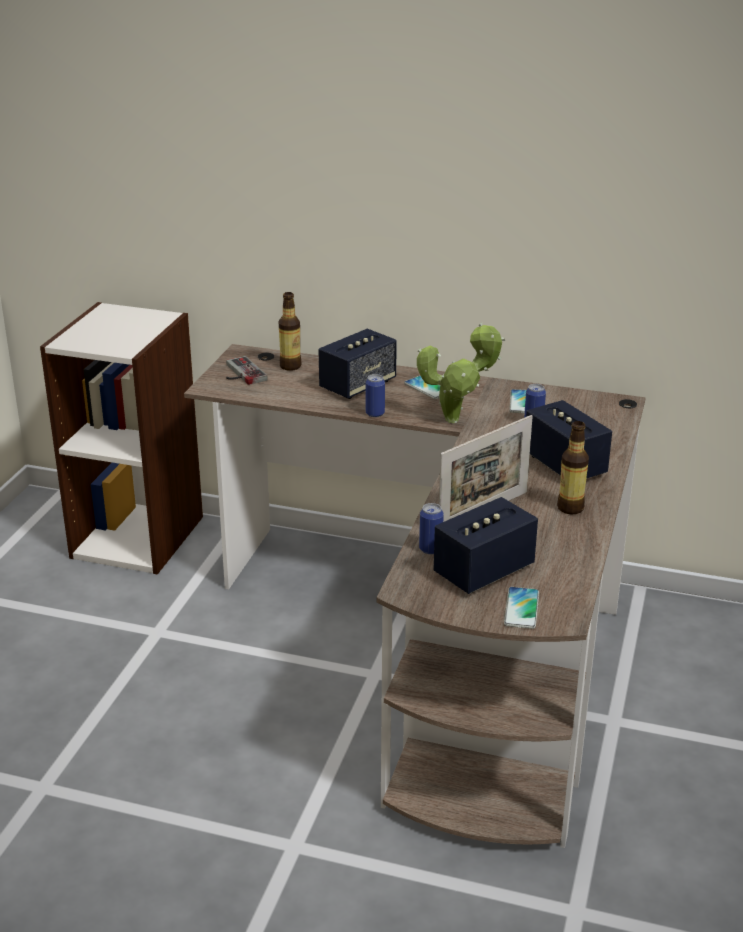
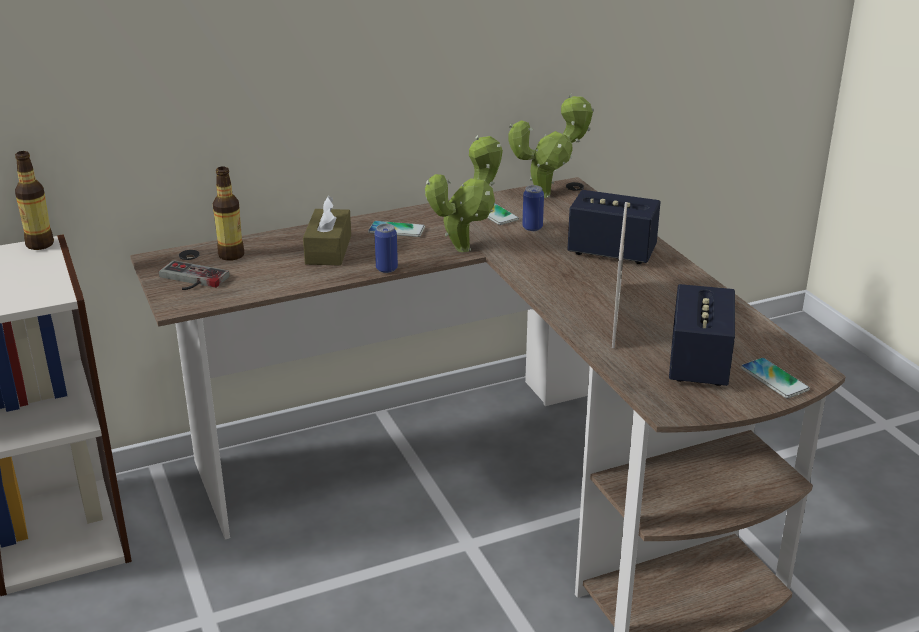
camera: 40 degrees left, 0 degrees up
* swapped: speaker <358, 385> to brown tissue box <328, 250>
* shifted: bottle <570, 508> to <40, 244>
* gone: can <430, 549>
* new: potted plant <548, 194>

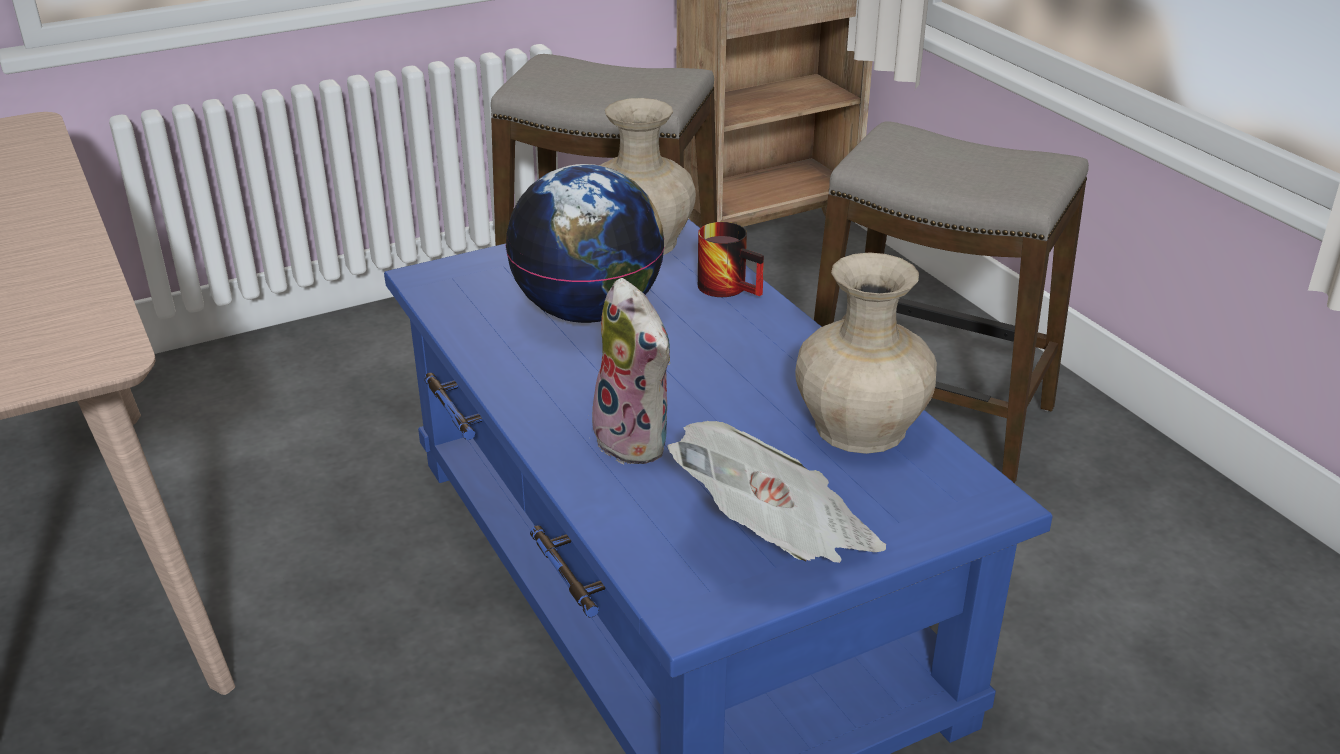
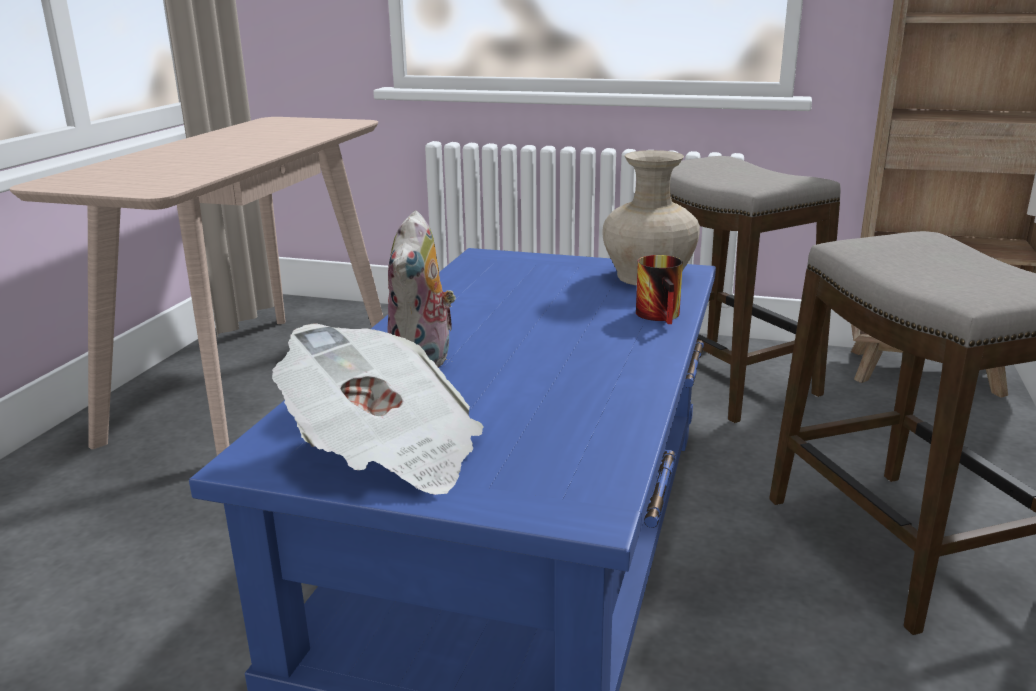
camera: 45 degrees right, 10 degrees down
* gone: globe <589, 312>
* gone: beige vase <862, 427>

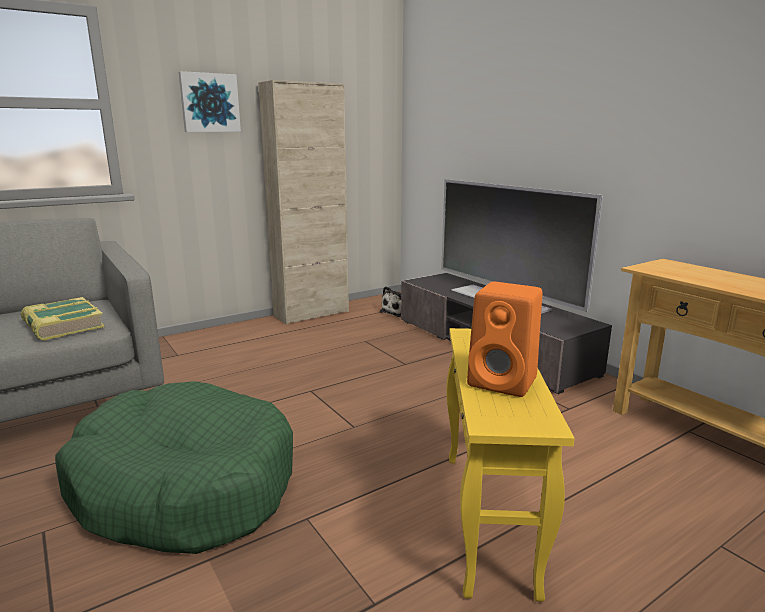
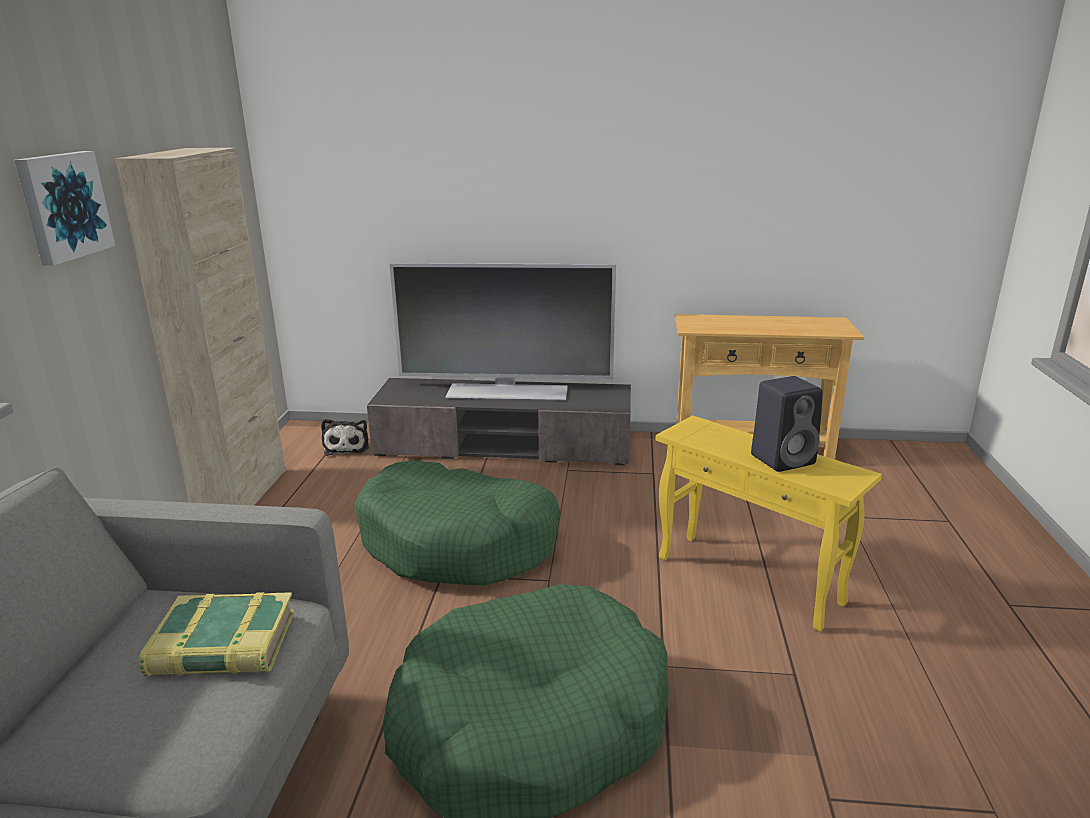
camera: 50 degrees left, 5 degrees up
* repainted: orange speaker <504, 382> to black speaker <784, 459>
* new: green dog bed <459, 543>

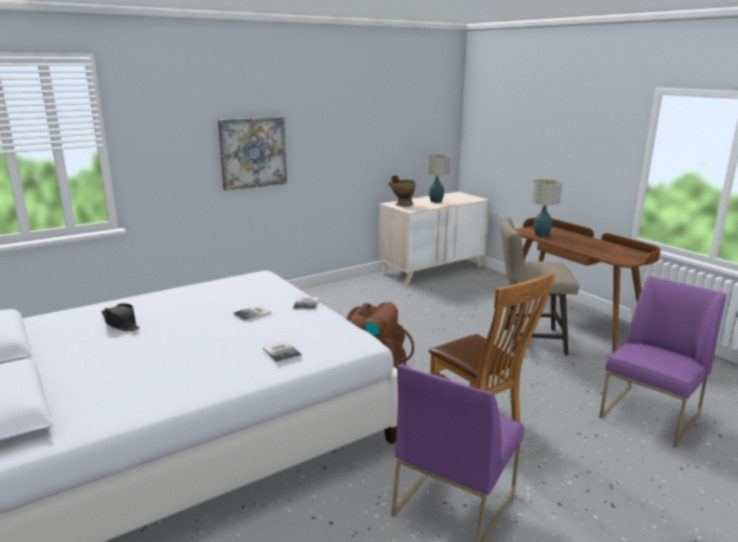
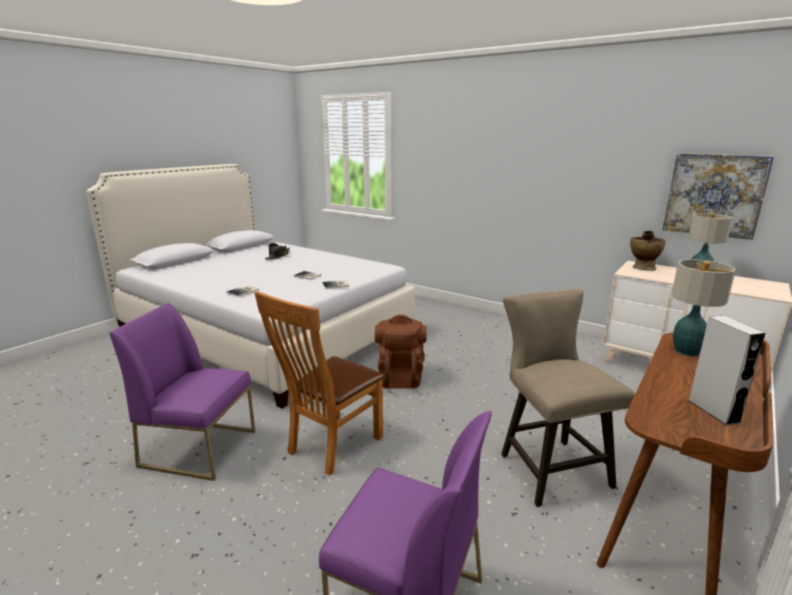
camera: 70 degrees right, 0 degrees up
* shifted: picture <253, 152> to <714, 195>
* new: grey speaker <713, 411>

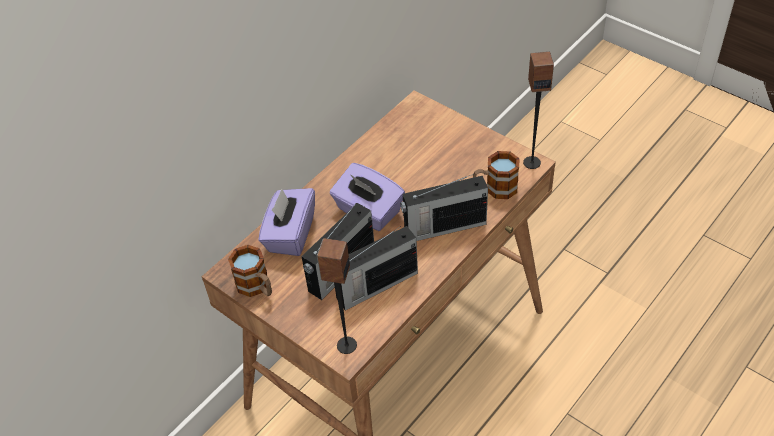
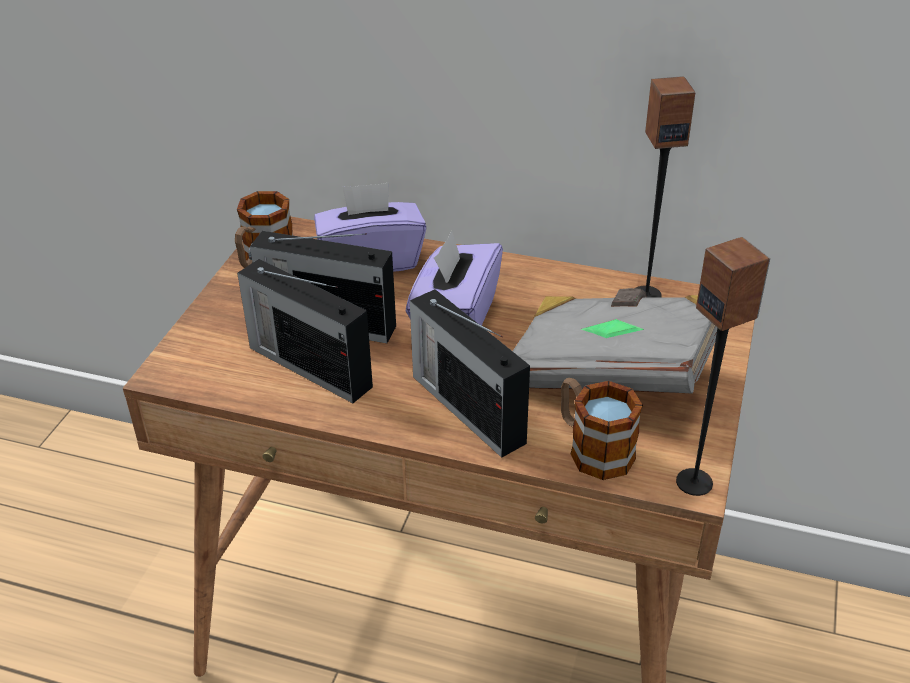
camera: 65 degrees right, 10 degrees down
* shifted: speaker <346, 345> to <646, 295>
* new: grey book <610, 373>

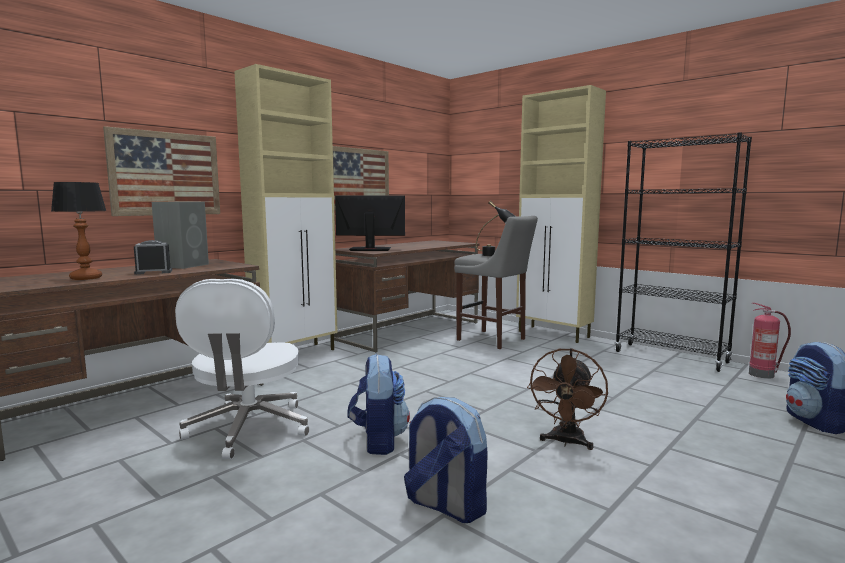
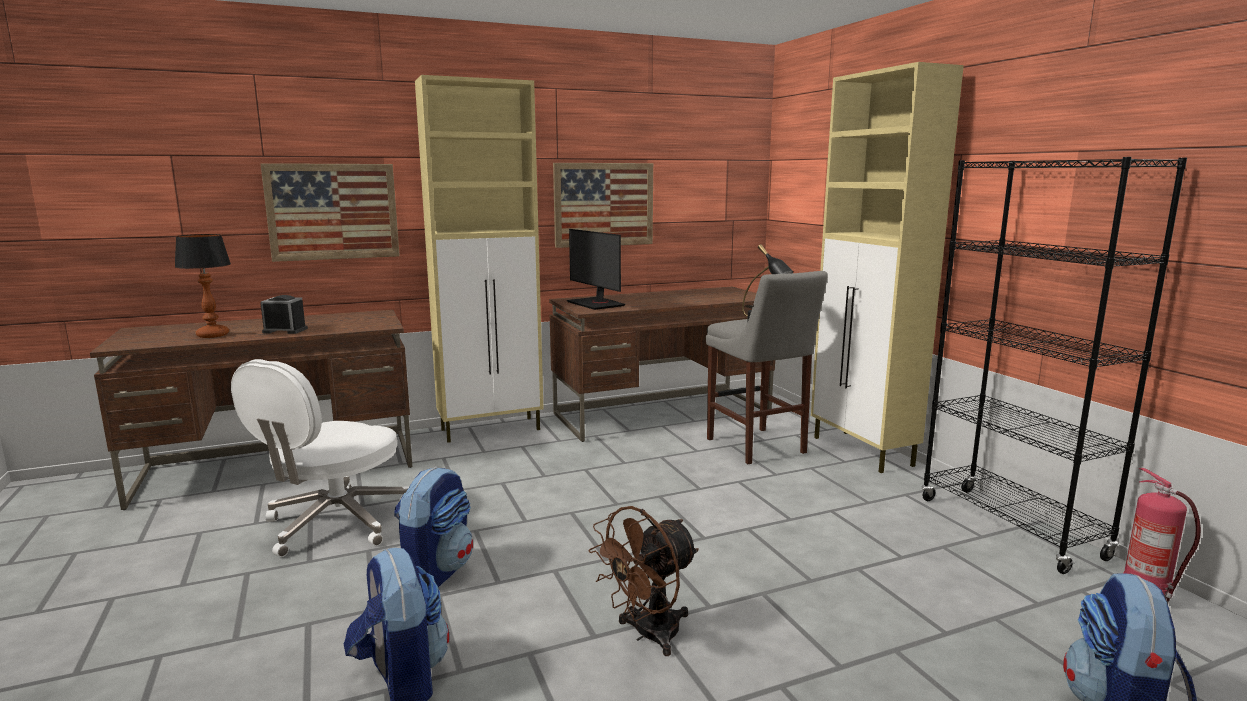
camera: 25 degrees right, 5 degrees up
* rotated: monitor <370, 249> = <596, 304> 150 degrees counterclockwise
* gone: grey speaker <184, 265>

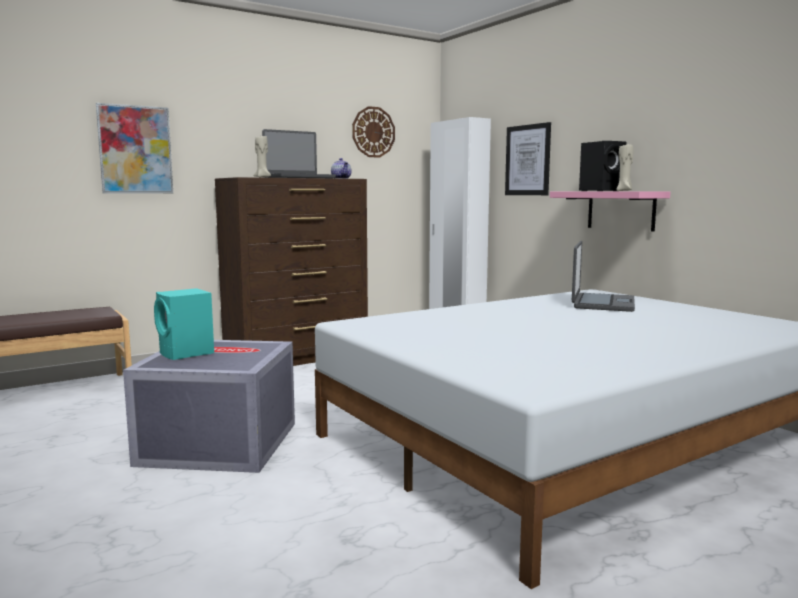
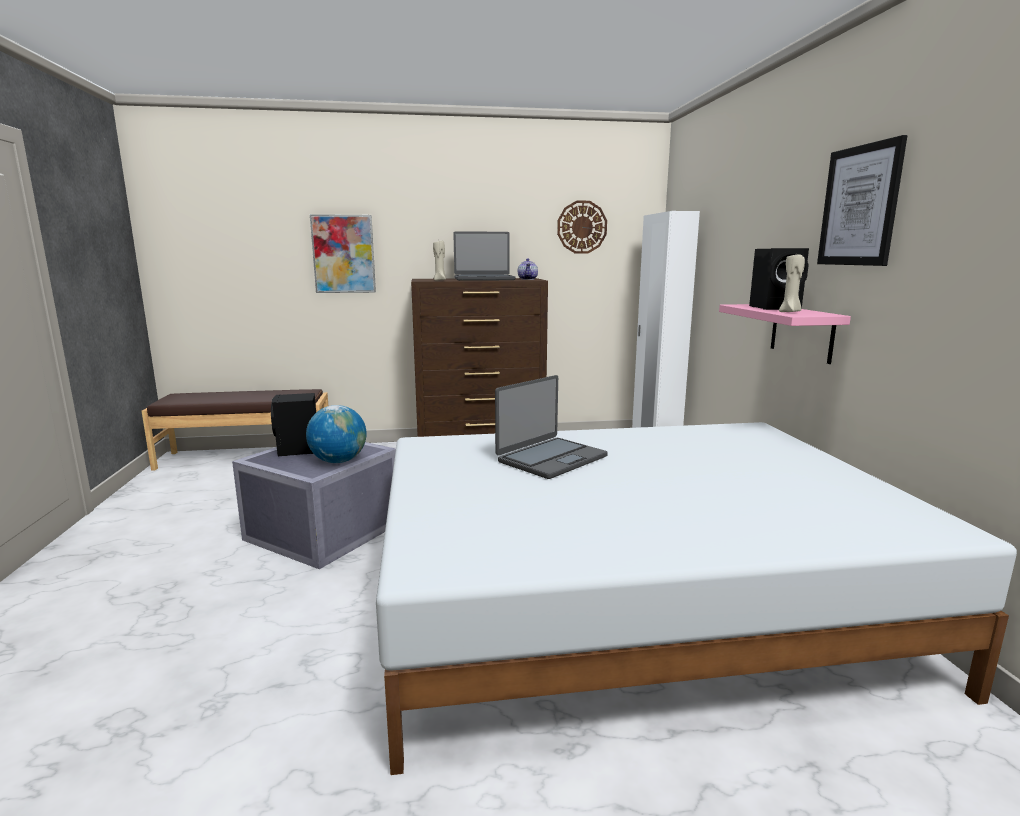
camera: 25 degrees right, 5 degrees up
* shifted: picture <528, 160> to <859, 206>
* shifted: laptop <602, 303> to <551, 459>
* repainted: turquoise speaker <186, 353> to black speaker <298, 450>
* new: globe <338, 461>

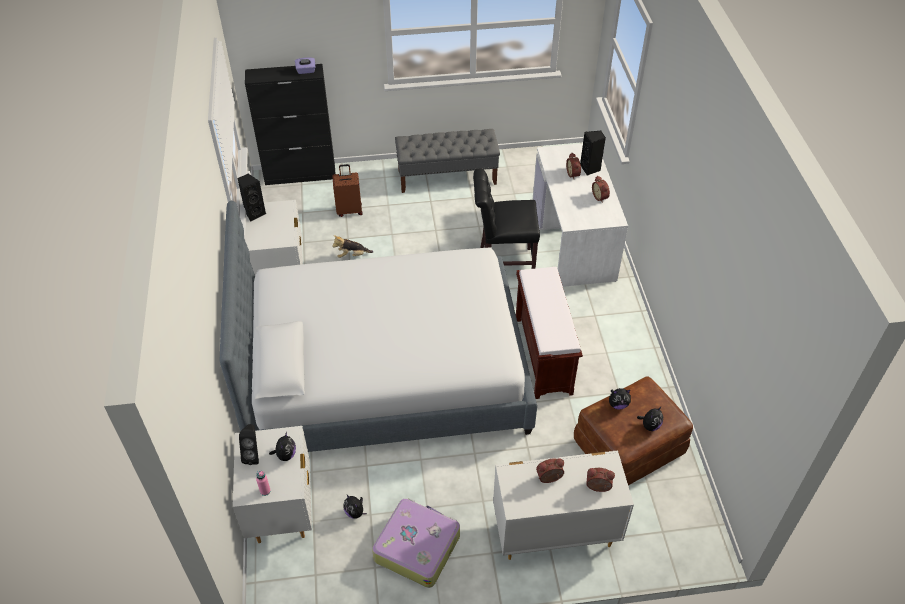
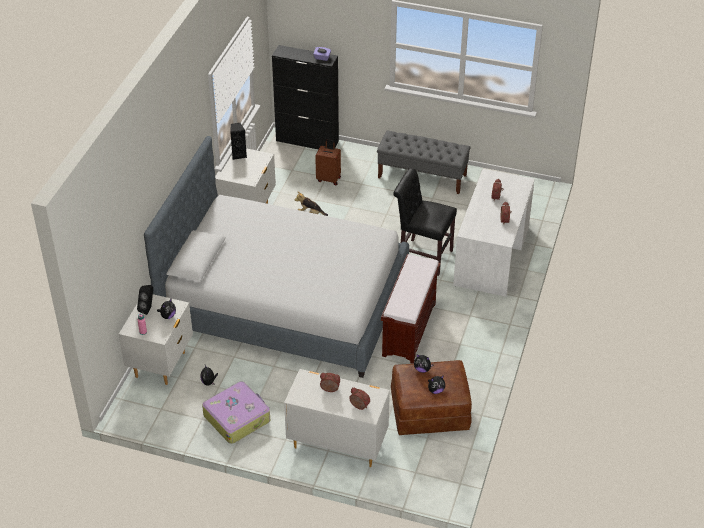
camera: 25 degrees right, 5 degrees down
* gone: black speaker <590, 169>

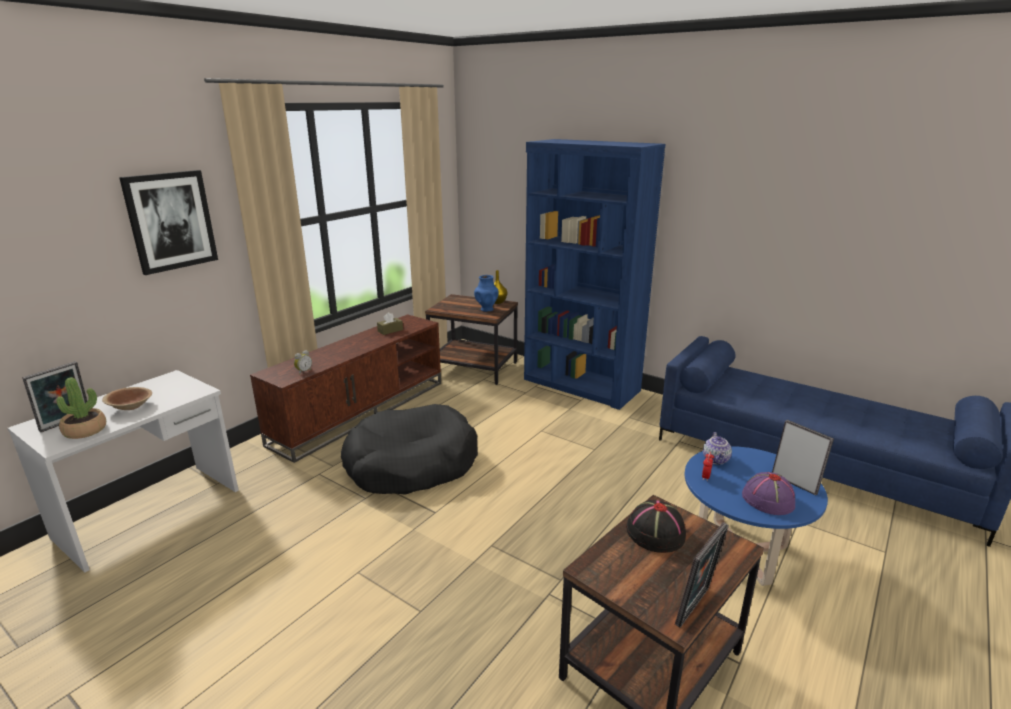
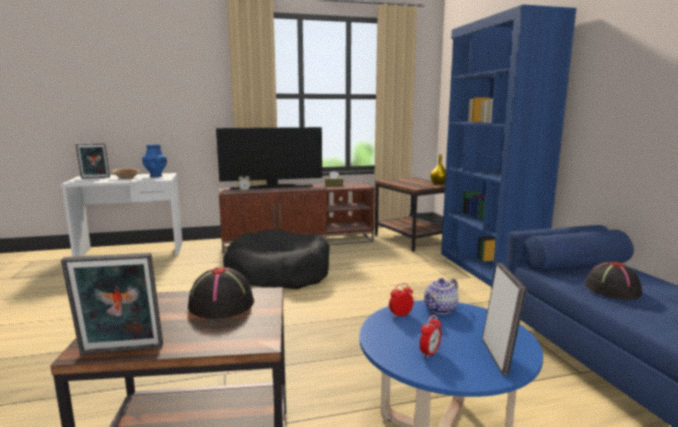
camera: 40 degrees right, 10 degrees down
* gone: picture <171, 221>
* shifted: blue vase <486, 309> to <156, 176>
* gone: potted plant <85, 430>
* swapped: purple hat <767, 499> to alarm clock <430, 353>
* new: television <272, 187>
* new: black hat <611, 289>

